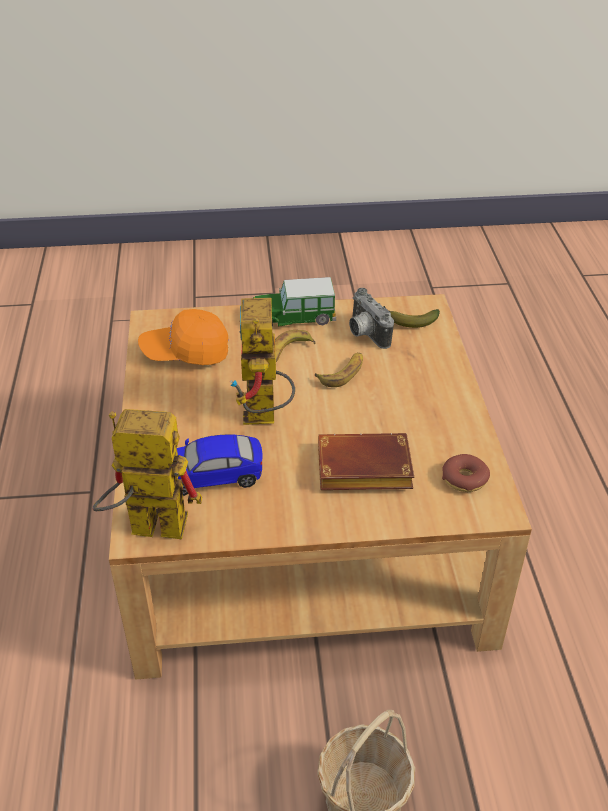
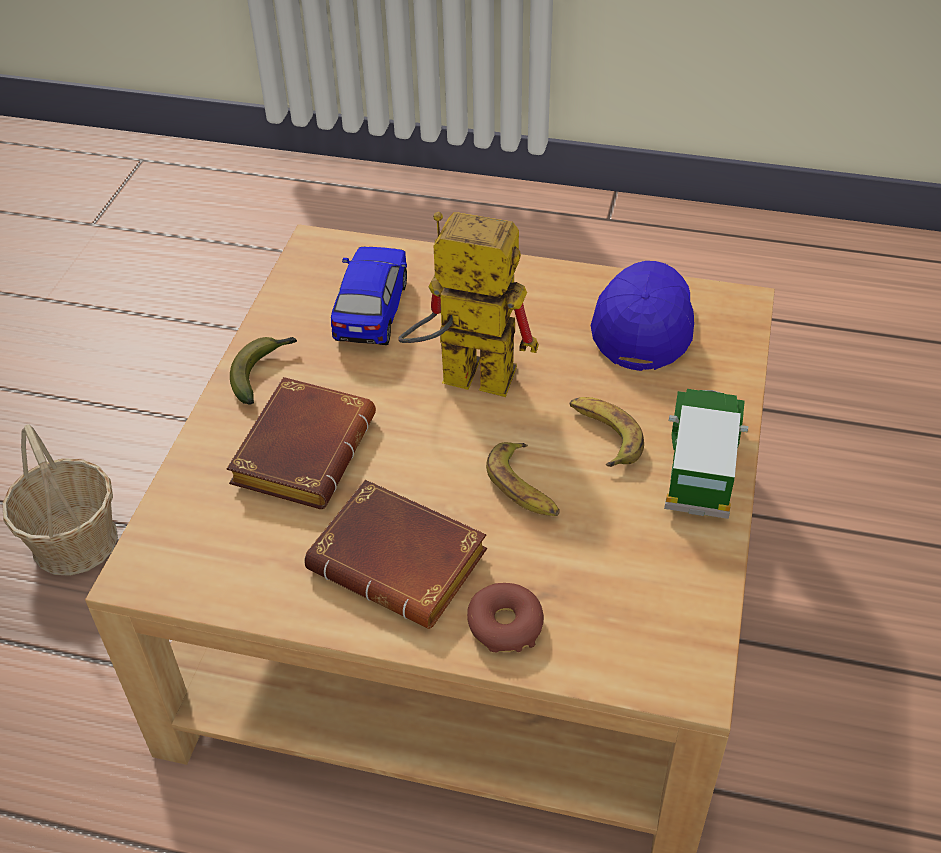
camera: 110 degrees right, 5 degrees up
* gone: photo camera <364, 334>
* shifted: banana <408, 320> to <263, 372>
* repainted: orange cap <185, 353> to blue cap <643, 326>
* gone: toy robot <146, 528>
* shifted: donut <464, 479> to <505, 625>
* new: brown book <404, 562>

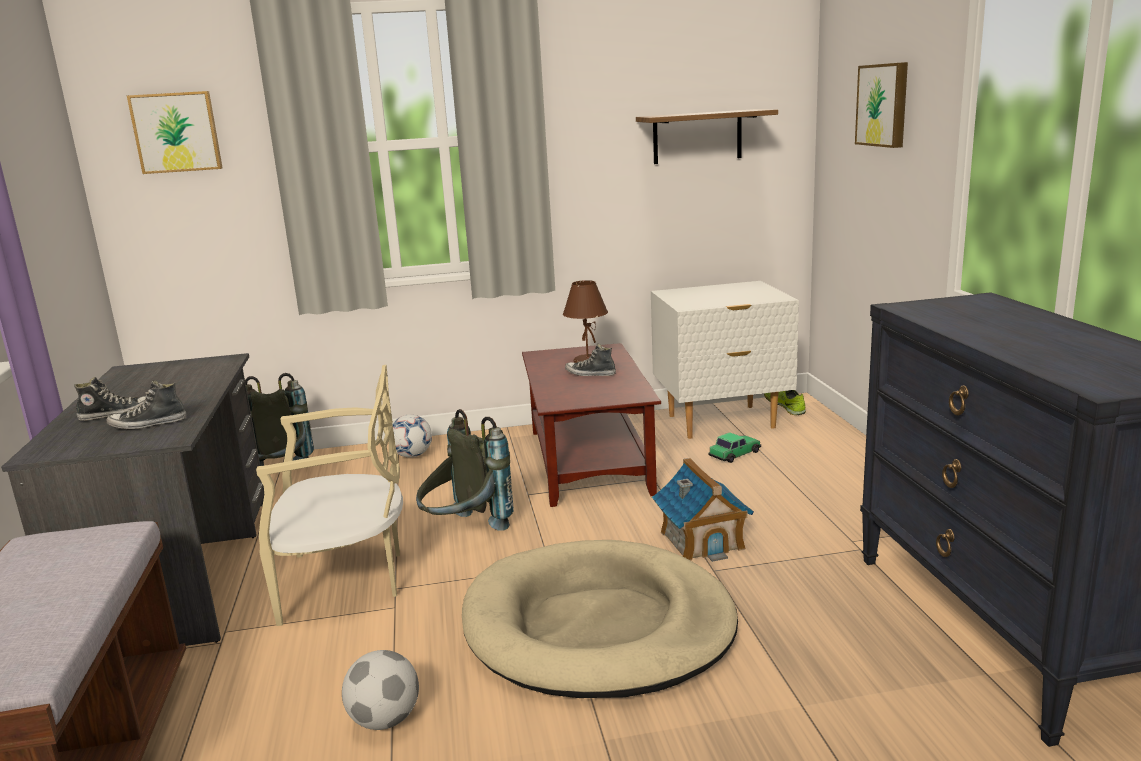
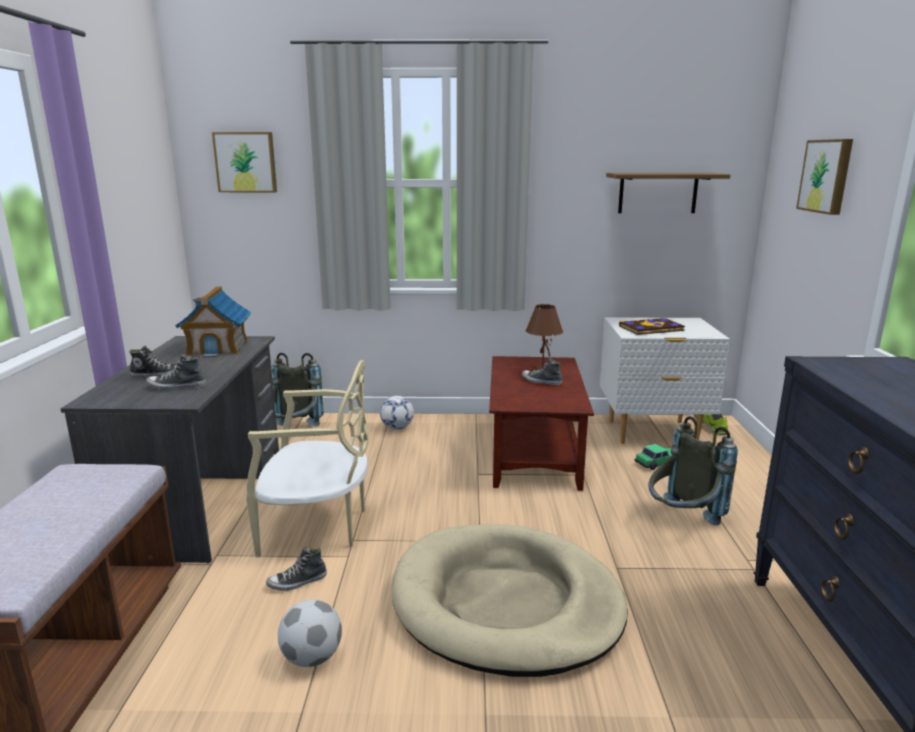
camera: 10 degrees right, 0 degrees up
* shifted: grey backpack <465, 532> to <682, 522>
* shifted: toy house <702, 540> to <218, 348>
* new: book <651, 328>
* new: shoe <297, 582>

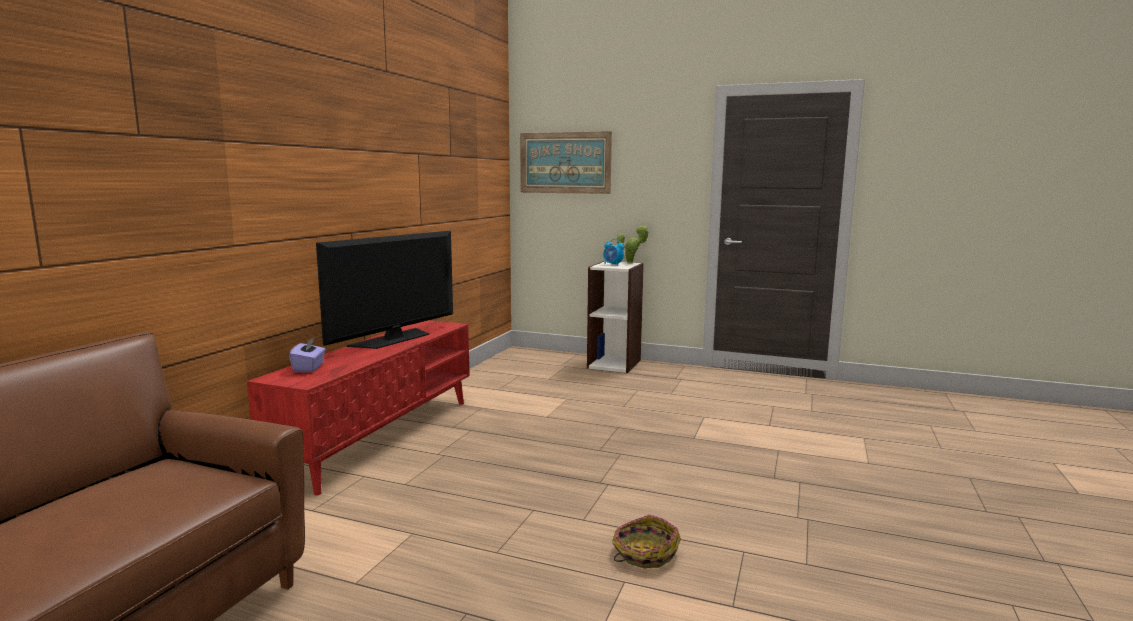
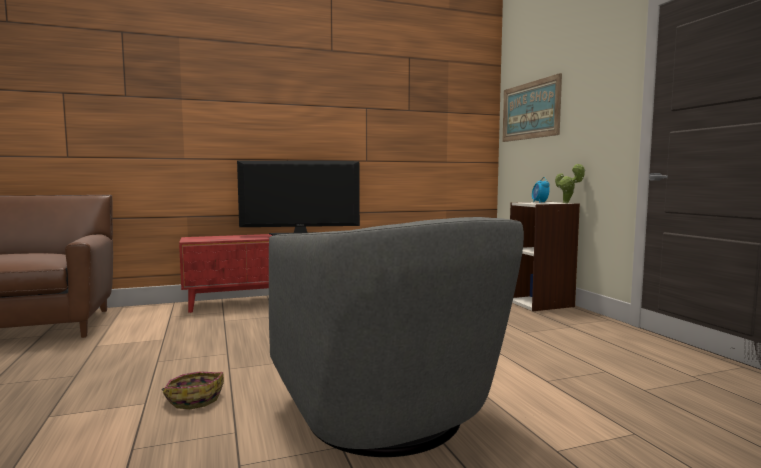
camera: 50 degrees right, 5 degrees down
* gone: purple tissue box <309, 368>
* new: grey armchair <385, 417>

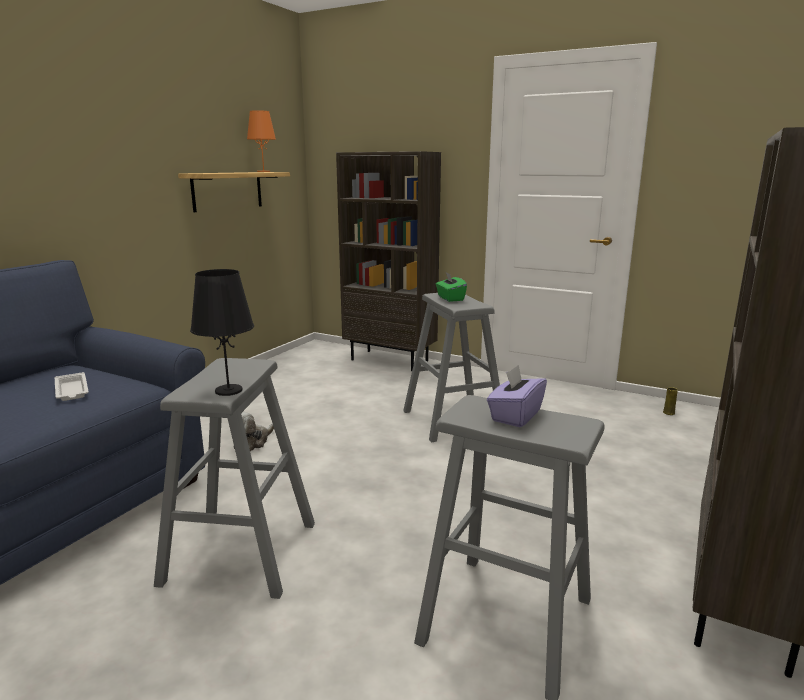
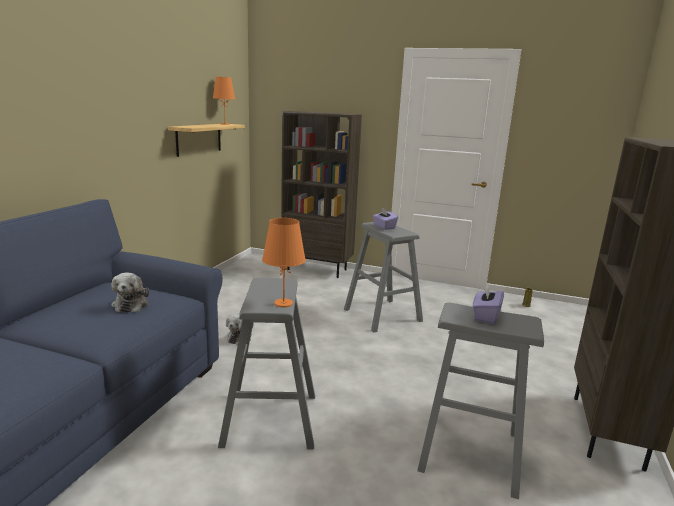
camera: 10 degrees left, 0 degrees up
* repainted: black table lamp <228, 390> to orange table lamp <283, 303>
* repainted: green tissue box <450, 298> to purple tissue box <384, 227>
* swapped: white tray <72, 391> to plush toy <131, 304>

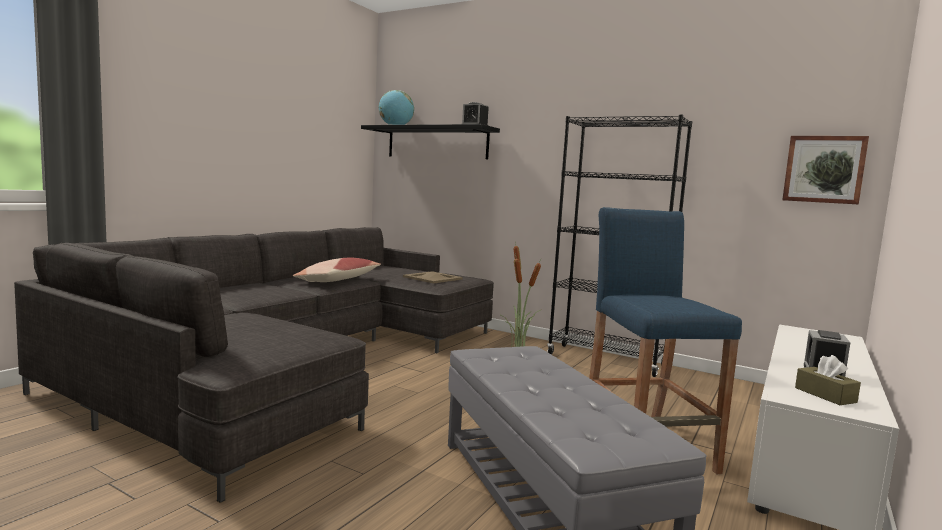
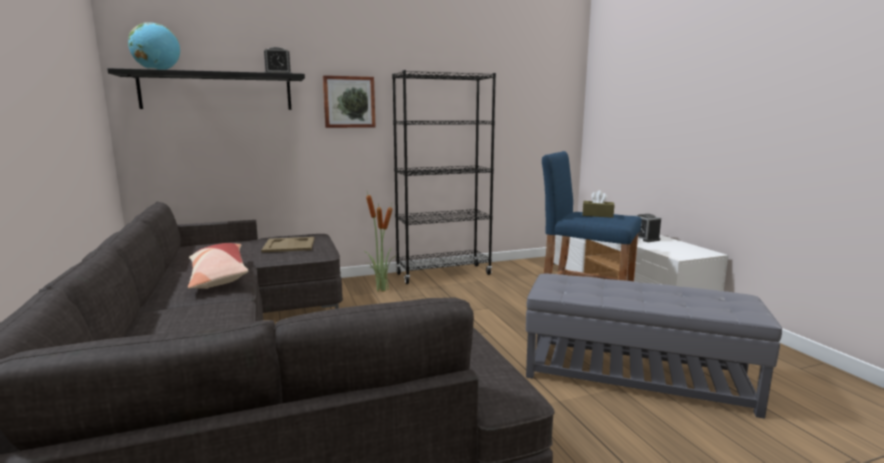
camera: 50 degrees left, 5 degrees up
* shifted: picture <823, 169> to <349, 102>
* shifted: brown tissue box <825, 395> to <597, 215>

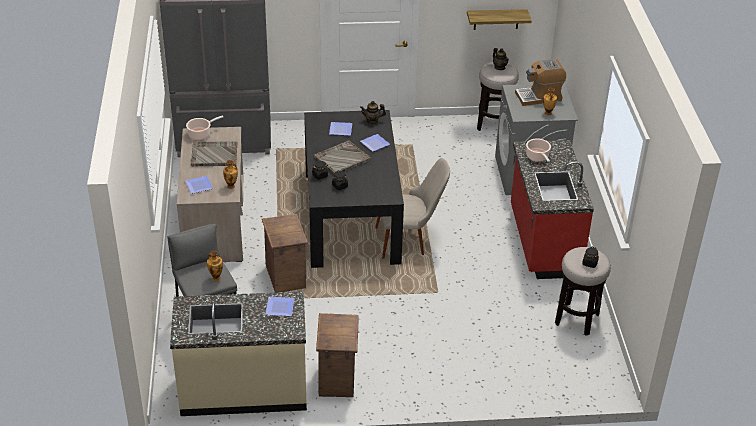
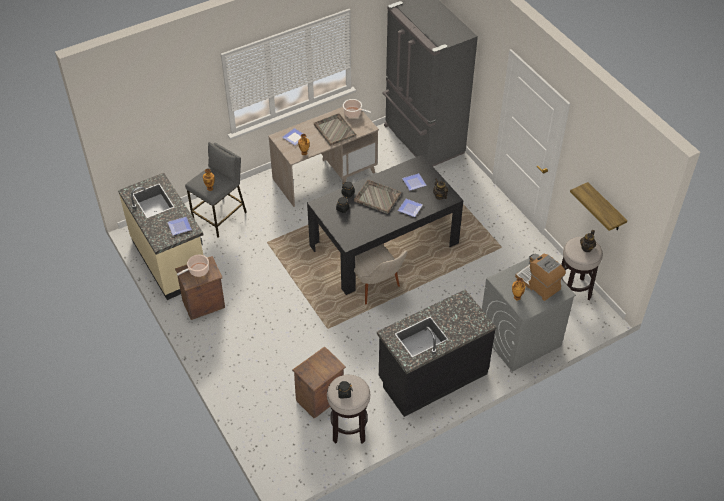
camera: 65 degrees right, 10 degrees up
* shifted: cooking pot <537, 157> to <198, 271>
* repainted: red counter <542, 242> to black counter <432, 376>
* shifted: crate <286, 276> to <320, 398>

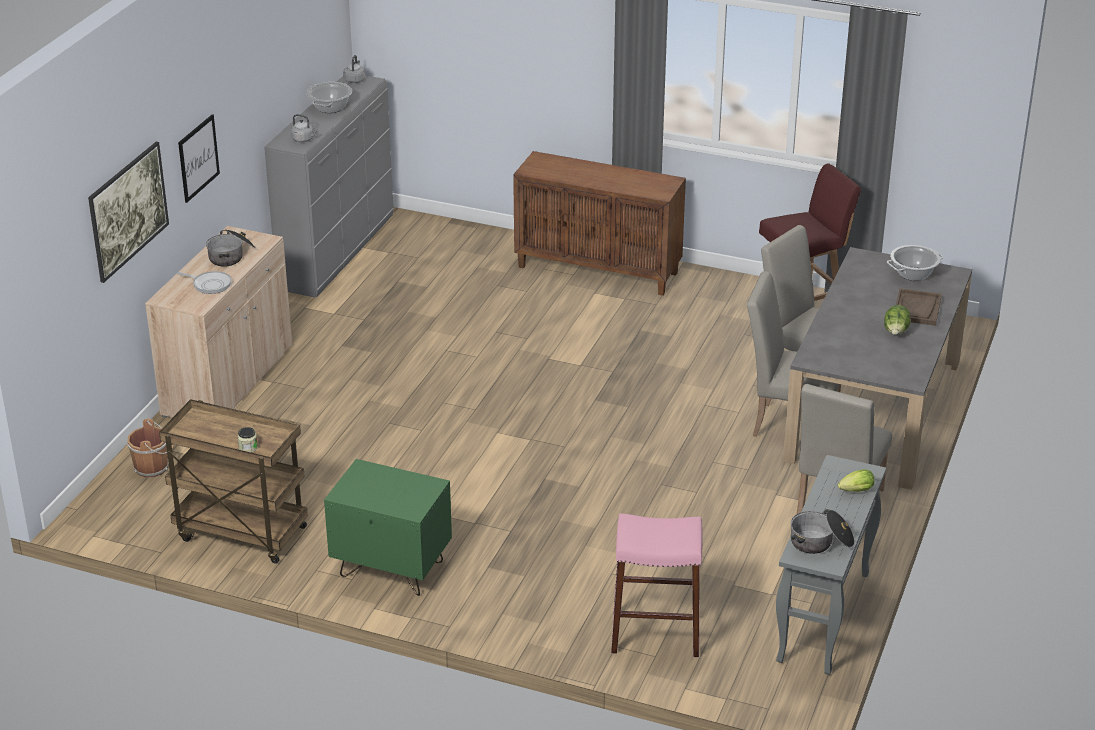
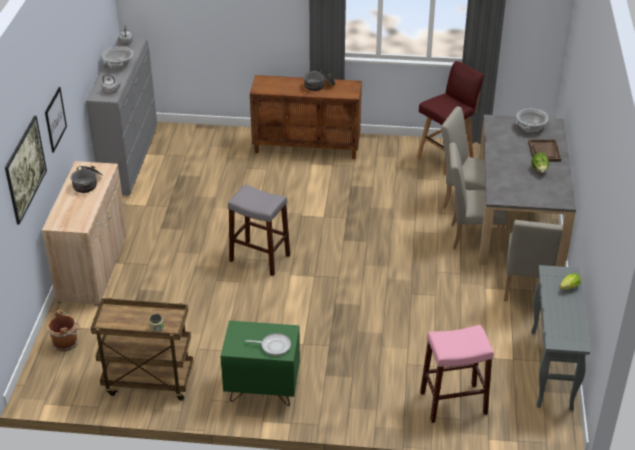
camera: 15 degrees left, 5 degrees up
* shifted: frying pan <210, 284> to <273, 346>
* shifted: cooking pot <821, 542> to <319, 85>
* new: grey stool <259, 258>

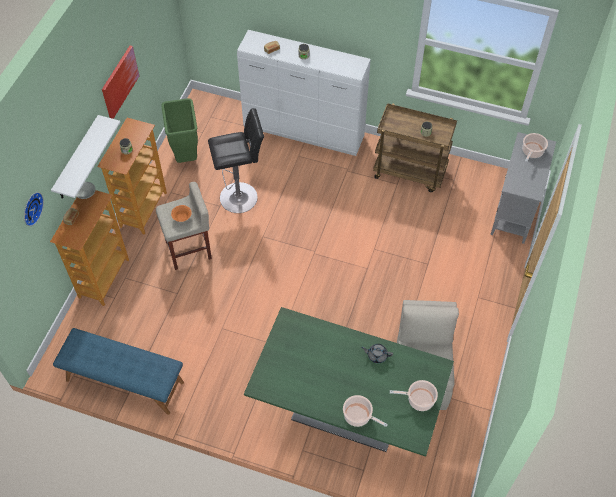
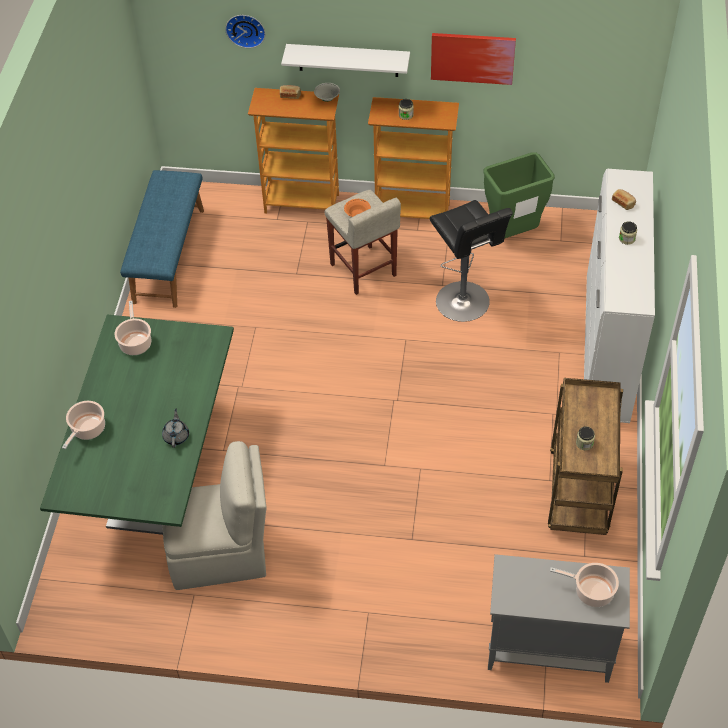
camera: 80 degrees right, 5 degrees down
* shifted: cooking pot <418, 400> to <135, 342>

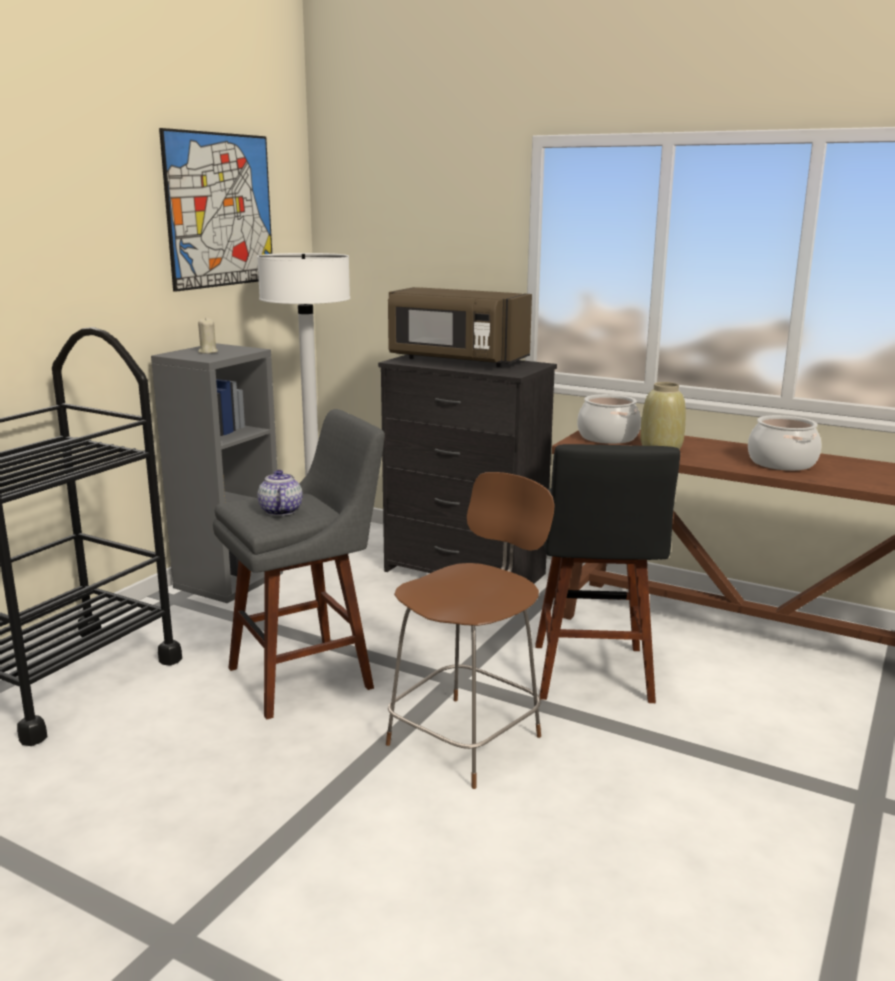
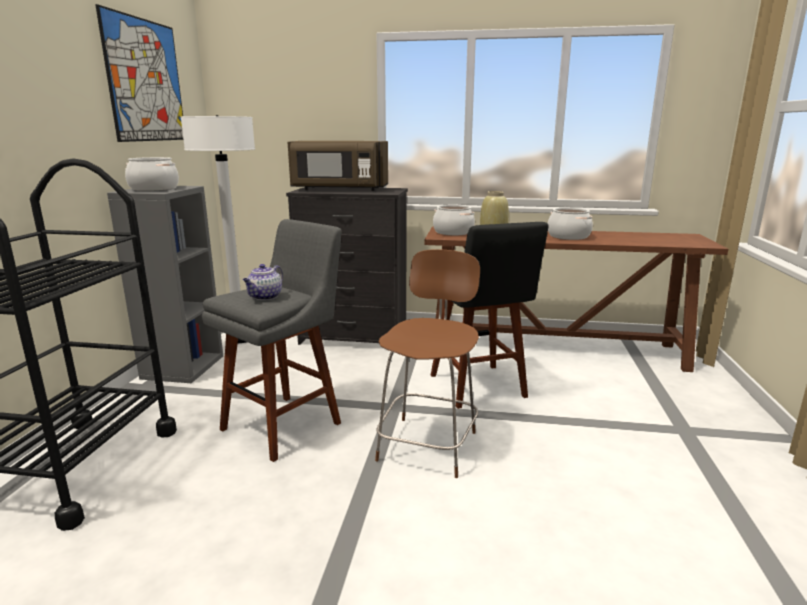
camera: 20 degrees left, 0 degrees up
* swapped: beige candle <207, 352> to cooking pot <154, 189>
* rotated: teapot <280, 511> = <265, 297> 120 degrees counterclockwise

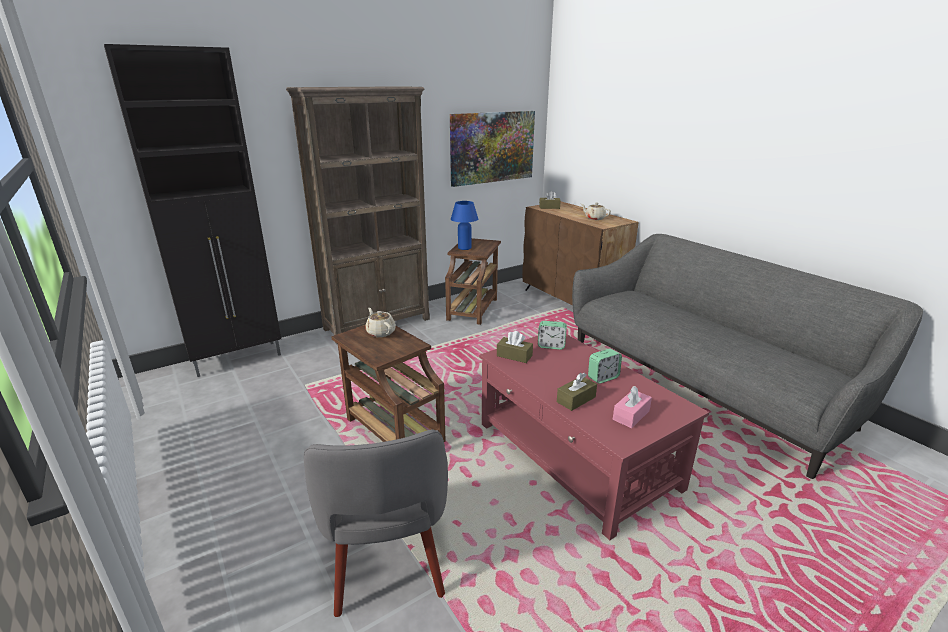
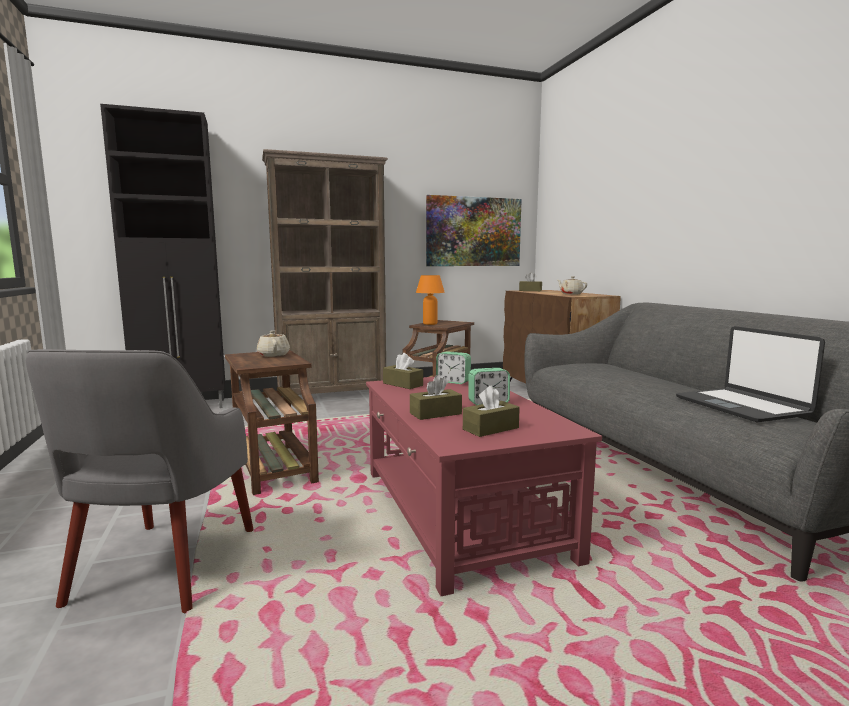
camera: 15 degrees right, 15 degrees down
* repainted: blue table lamp <464, 248> to orange table lamp <430, 324>
* repainted: pink tissue box <631, 415> to brown tissue box <490, 428>
* new: laptop <742, 406>

